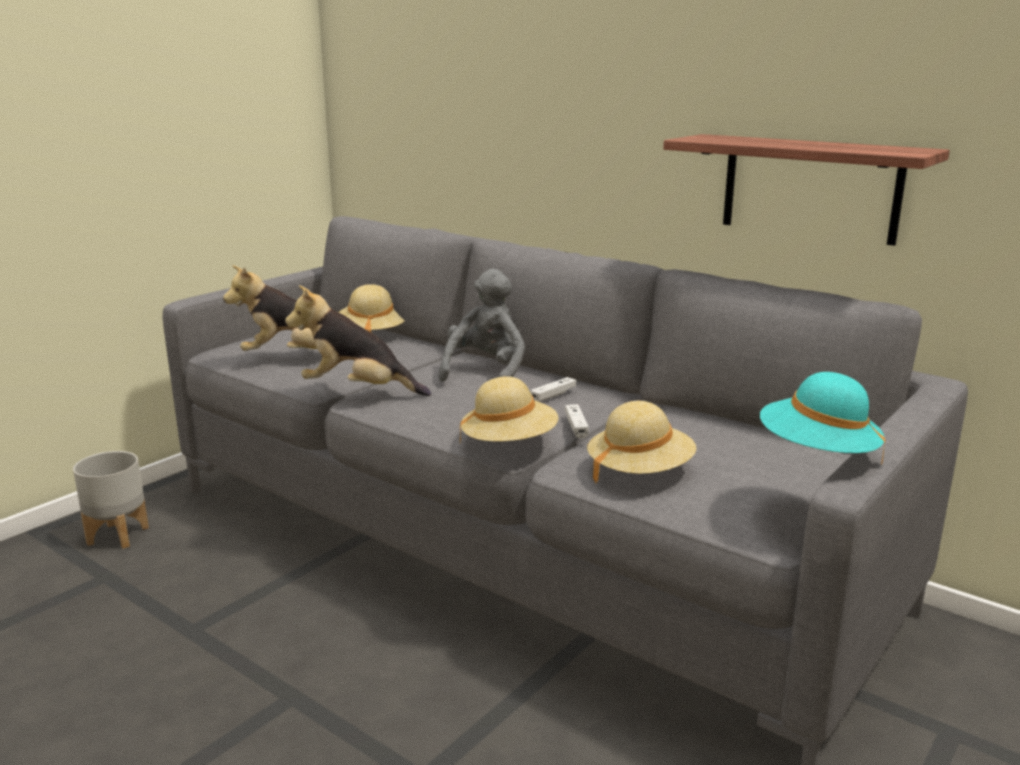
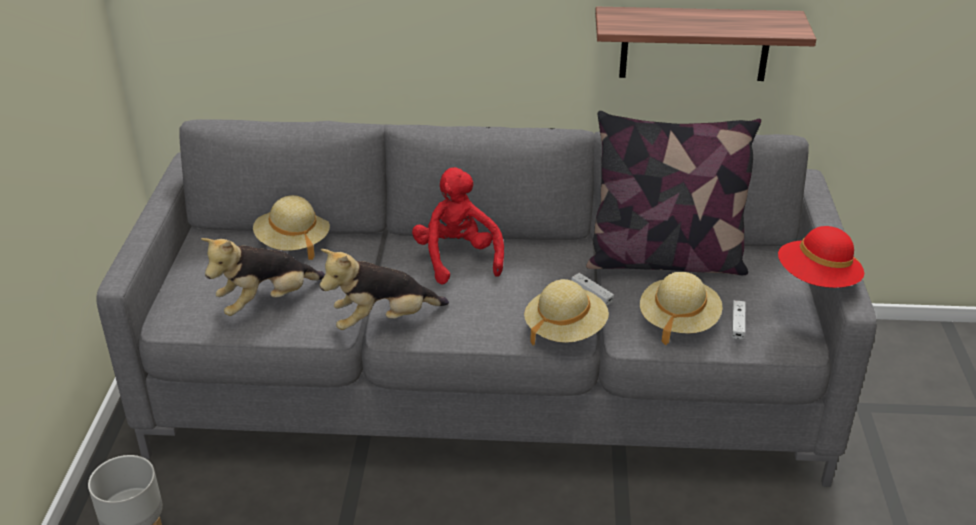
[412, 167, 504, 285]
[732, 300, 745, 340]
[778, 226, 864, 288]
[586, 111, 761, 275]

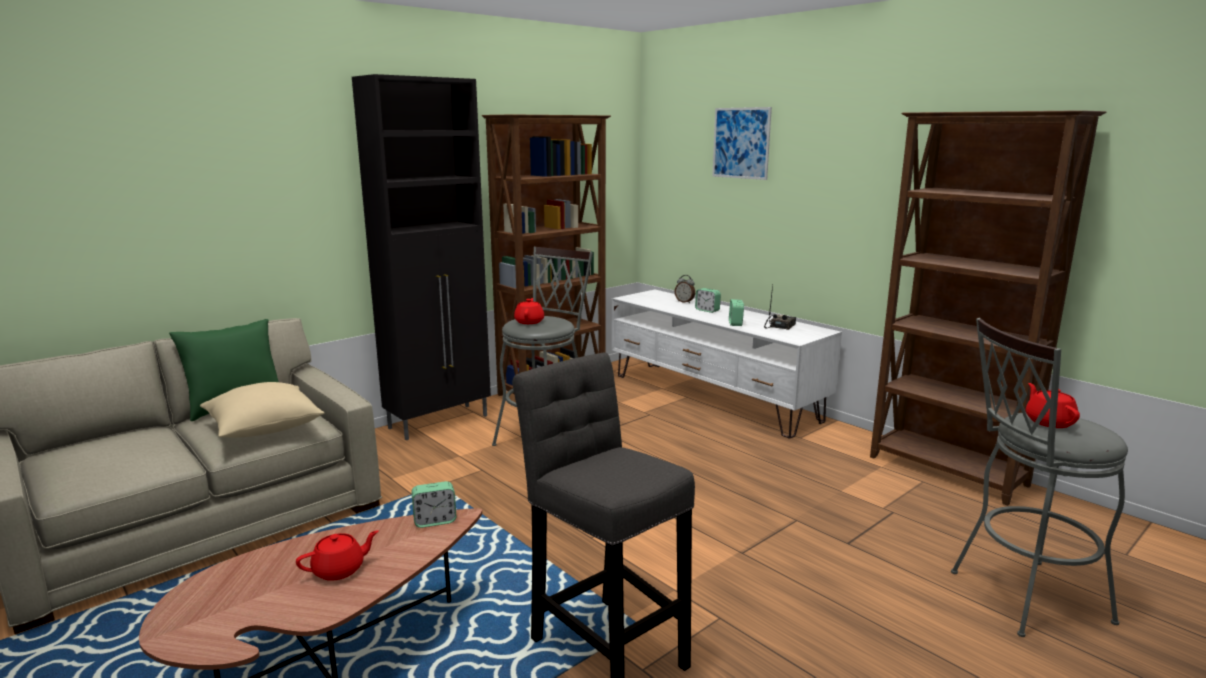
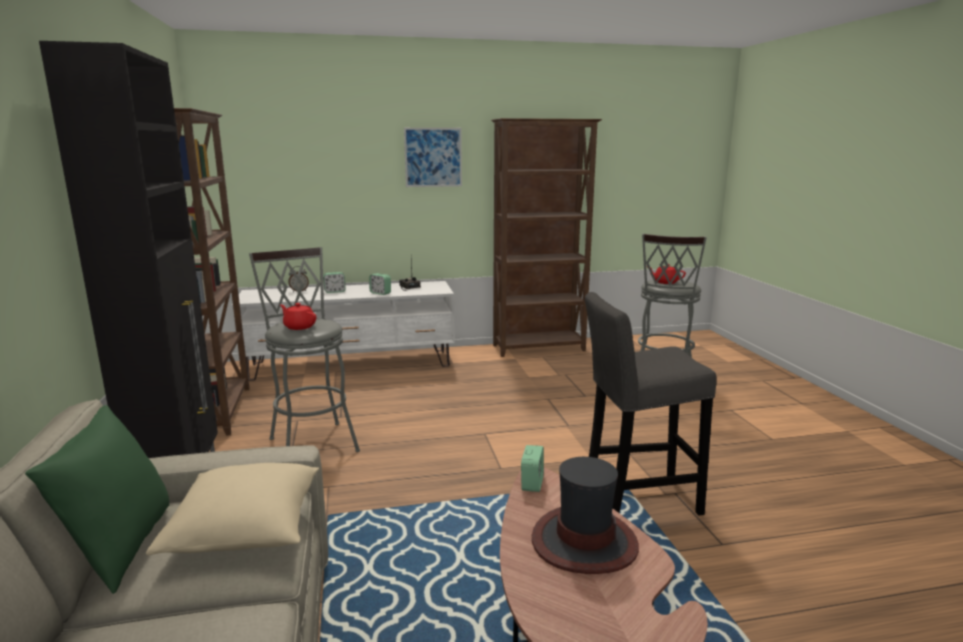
[532, 457, 639, 574]
[404, 128, 462, 187]

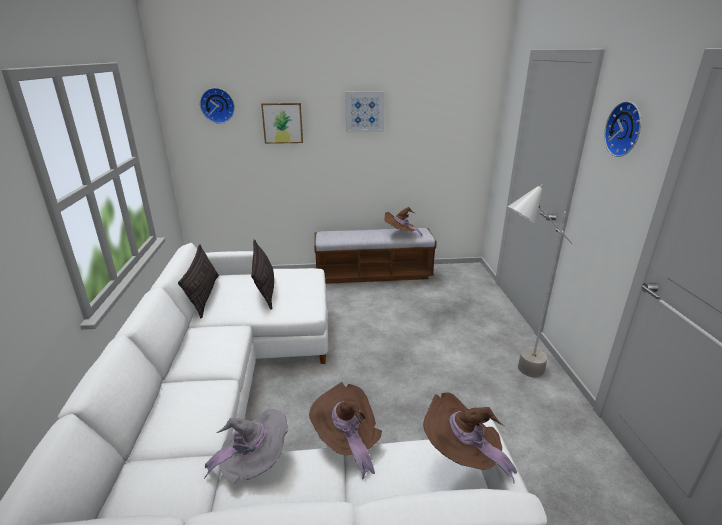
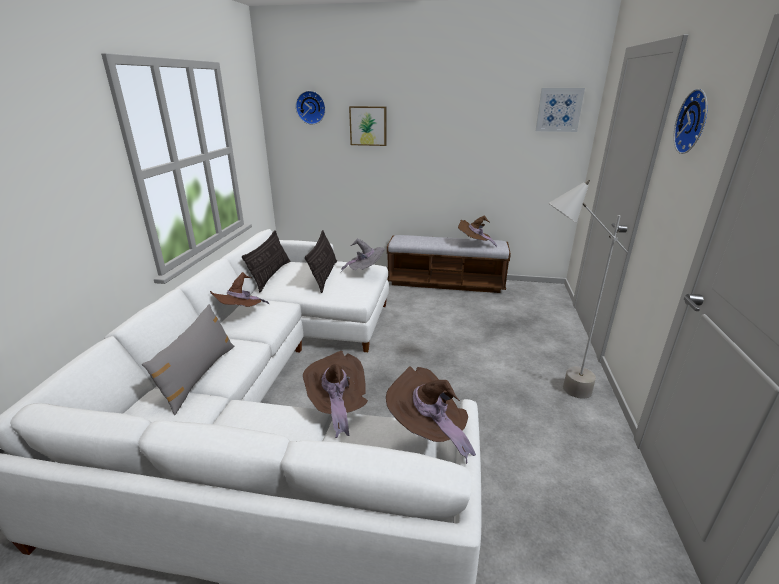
[341, 238, 386, 272]
[536, 88, 585, 132]
[142, 304, 234, 415]
[210, 272, 269, 307]

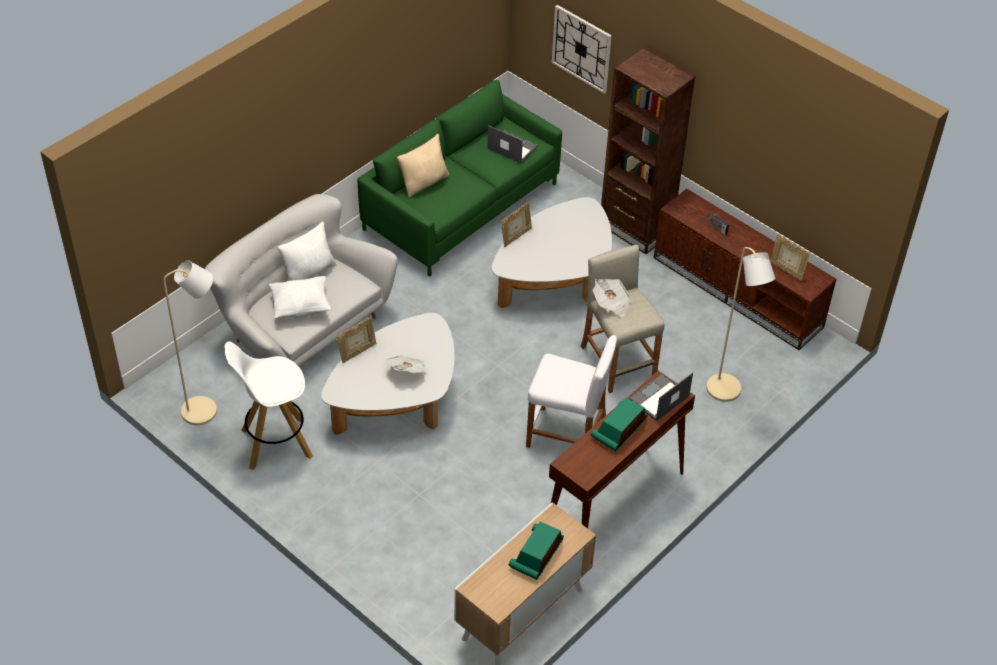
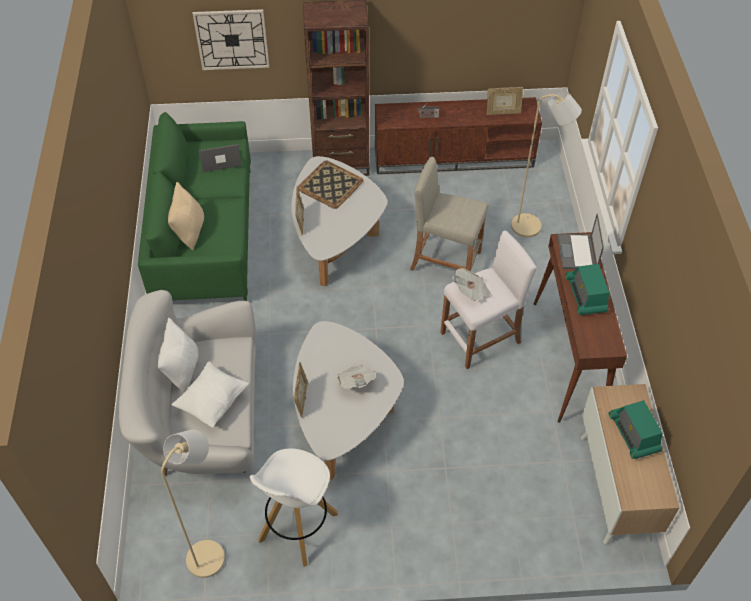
[452, 268, 492, 301]
[298, 161, 364, 209]

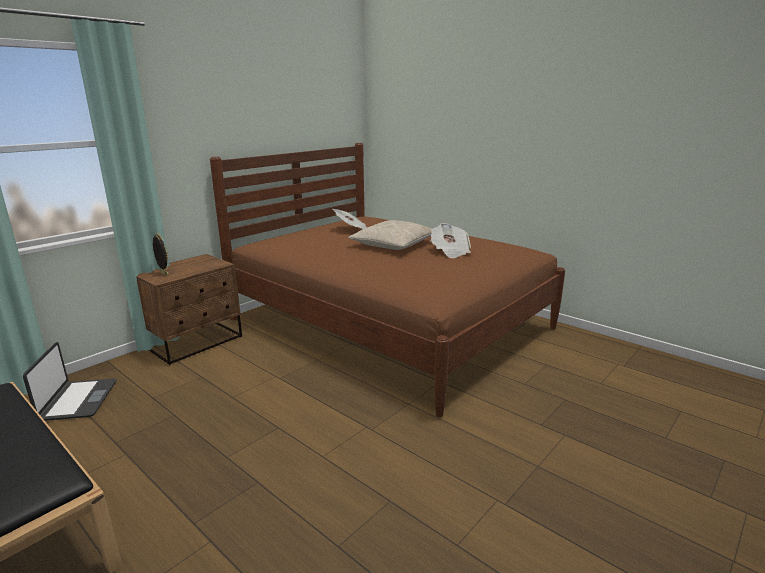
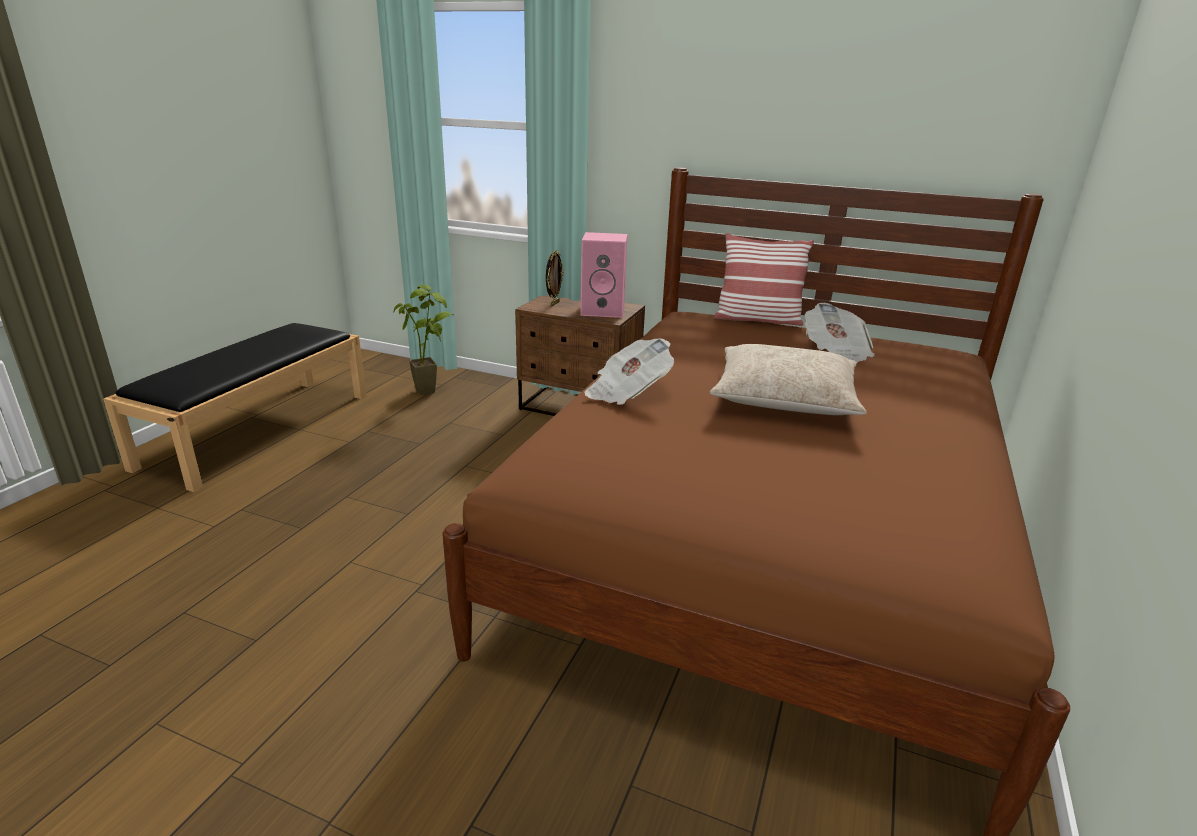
[393, 285, 453, 395]
[585, 338, 674, 405]
[580, 232, 628, 318]
[714, 233, 814, 326]

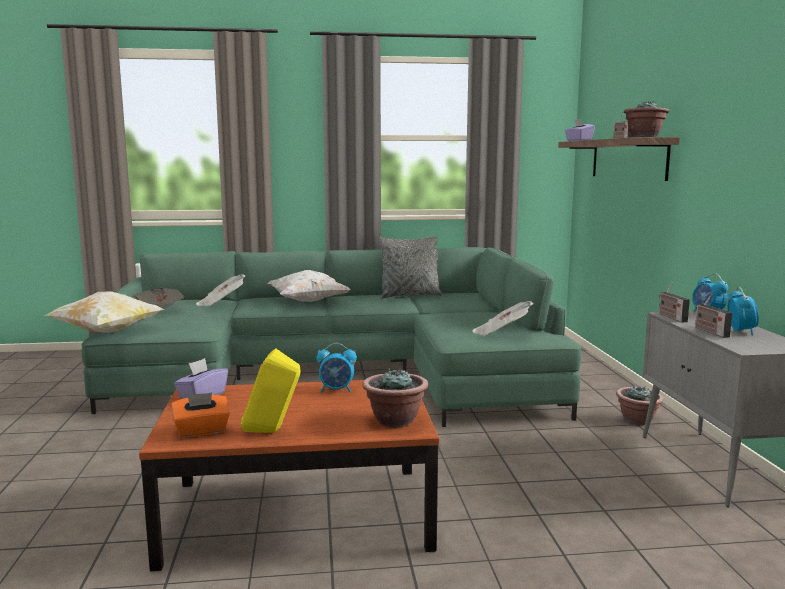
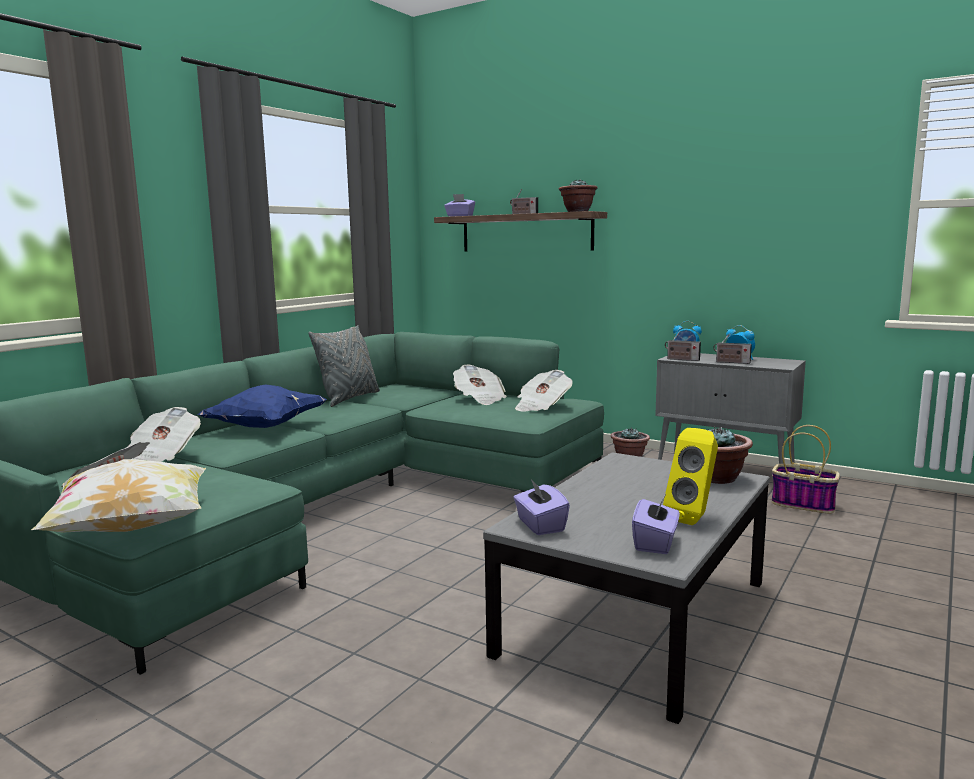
[483, 452, 770, 724]
[632, 493, 680, 554]
[198, 384, 327, 428]
[317, 343, 357, 393] (first image)
[453, 365, 507, 405]
[772, 425, 840, 513]

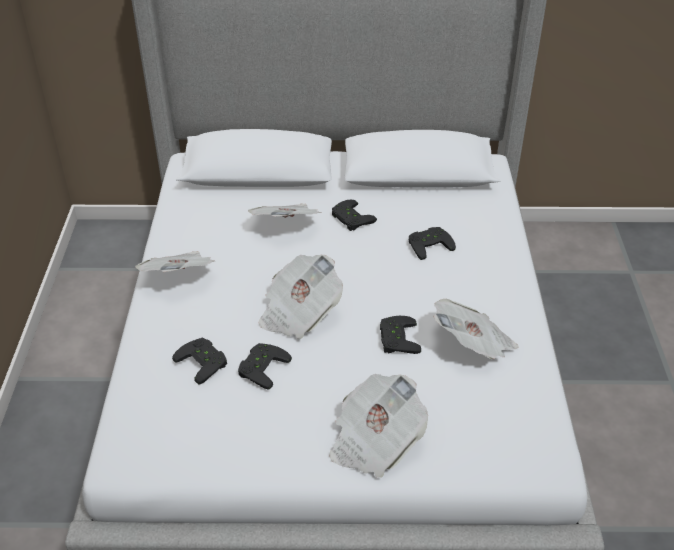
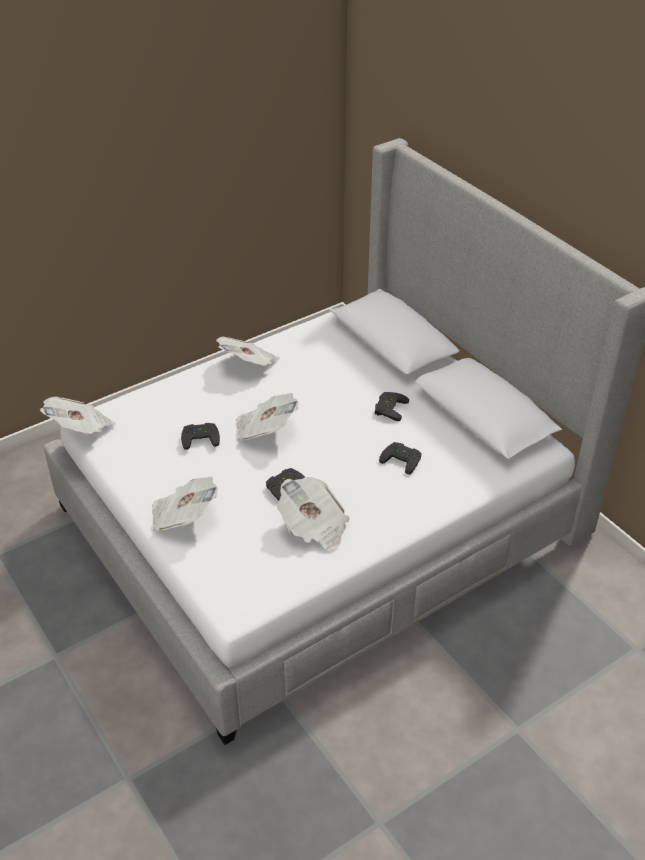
[172, 338, 227, 385] (first image)
[40, 396, 116, 434]

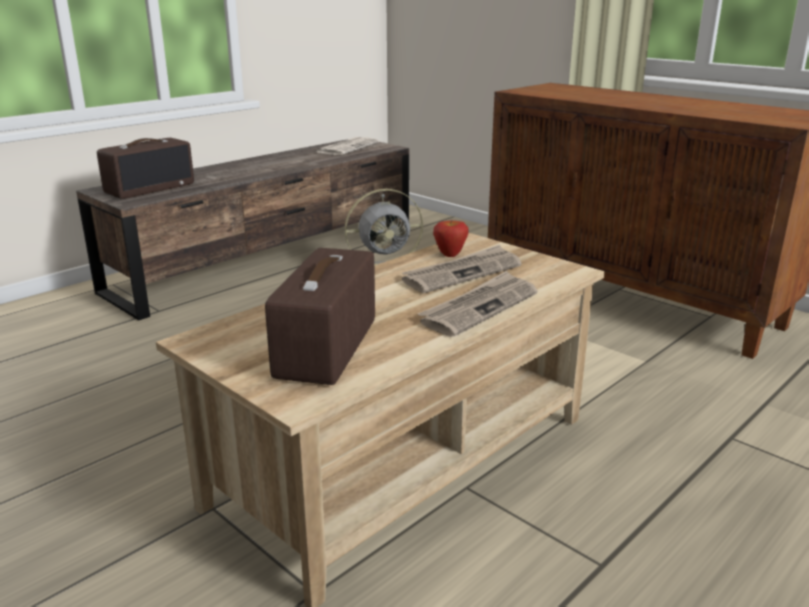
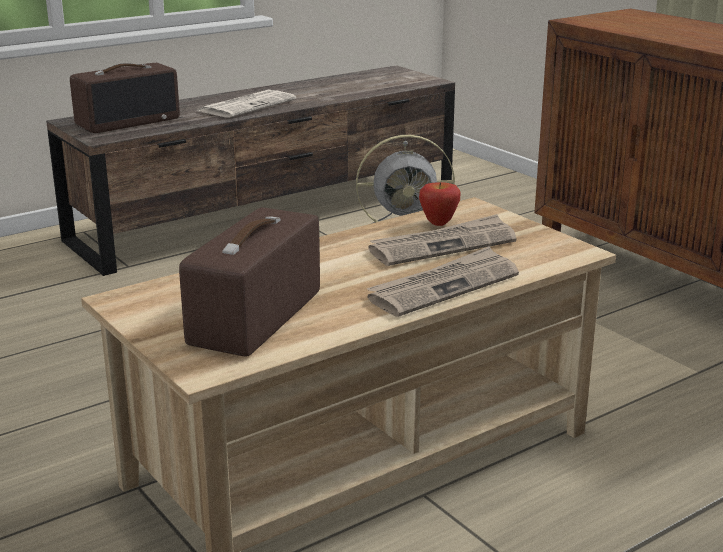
[199, 90, 296, 117]

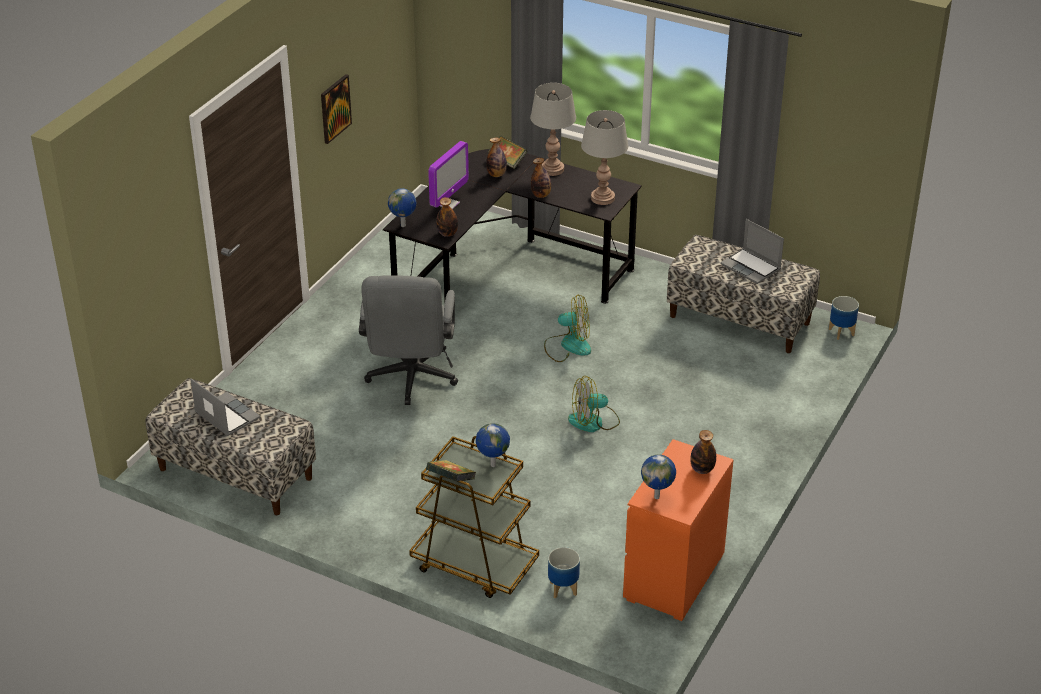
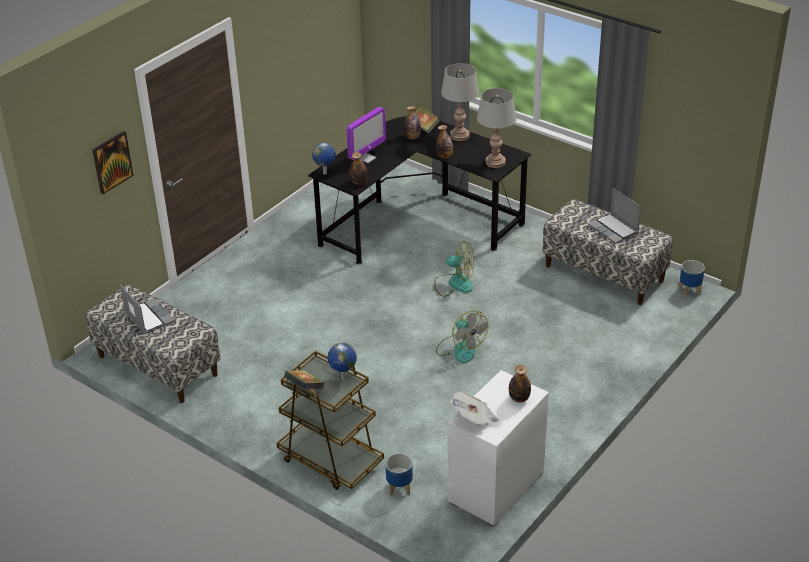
[92, 131, 134, 194]
[359, 275, 458, 405] (first image)
[436, 311, 488, 363]
[448, 370, 549, 527]
[450, 392, 499, 425]

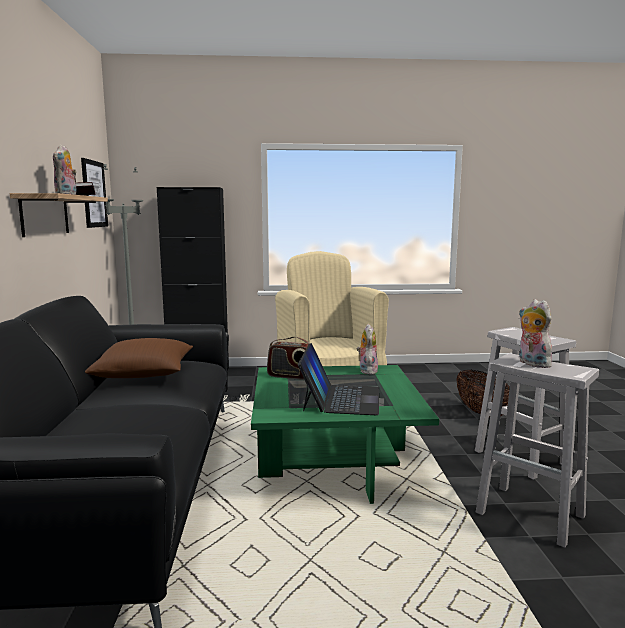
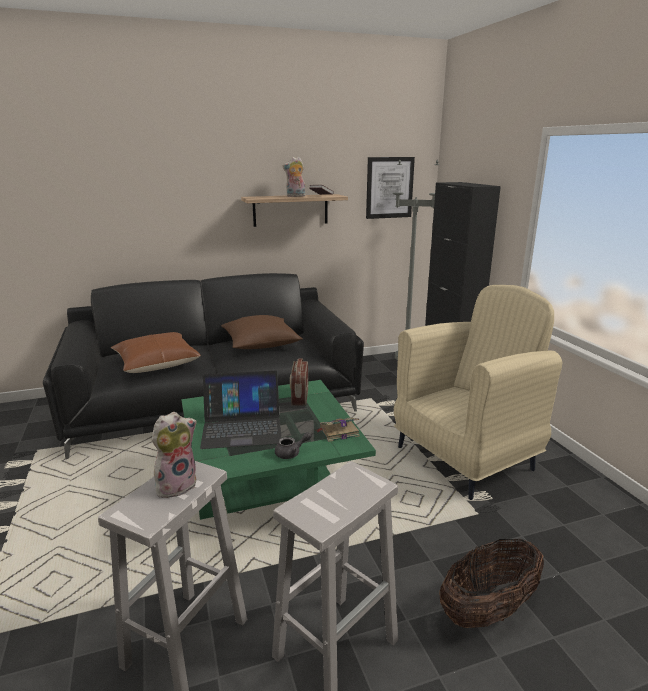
[316, 418, 360, 442]
[111, 332, 201, 373]
[275, 432, 311, 459]

